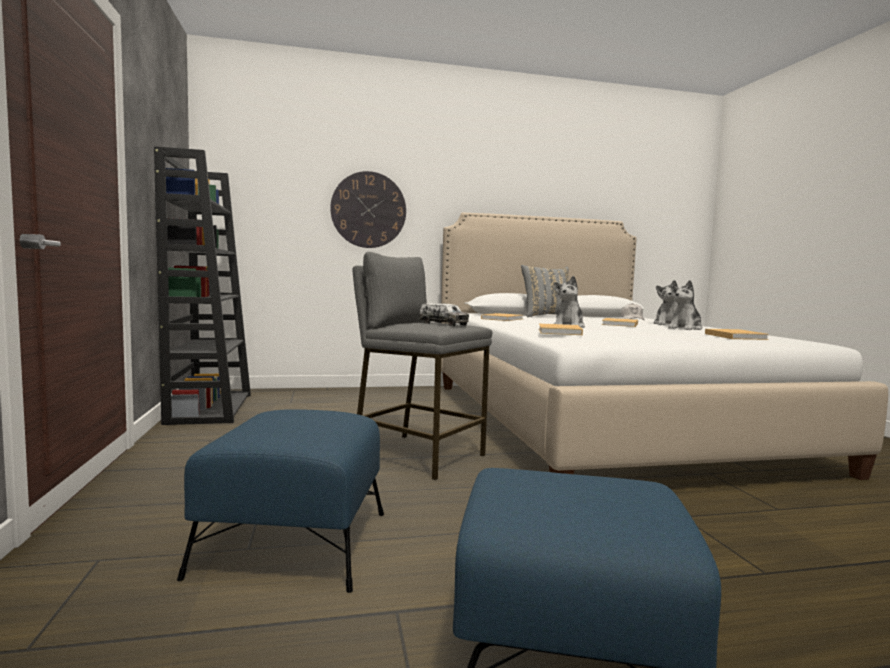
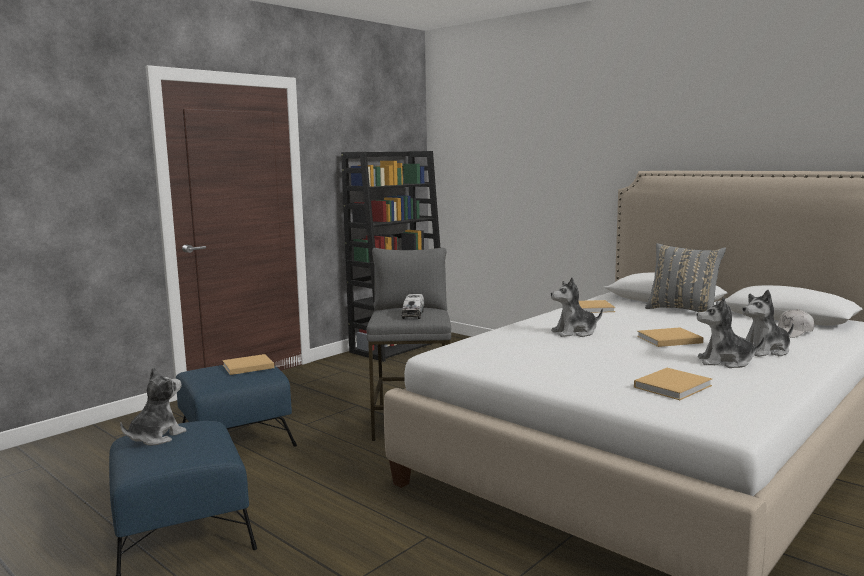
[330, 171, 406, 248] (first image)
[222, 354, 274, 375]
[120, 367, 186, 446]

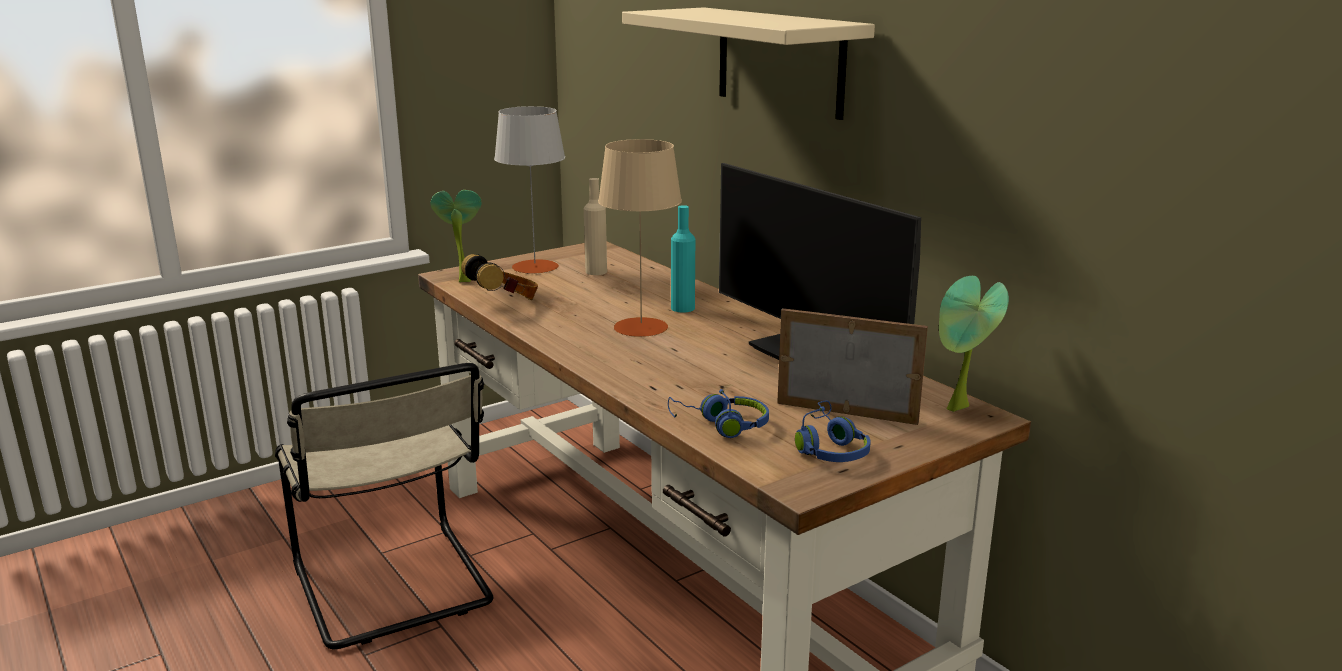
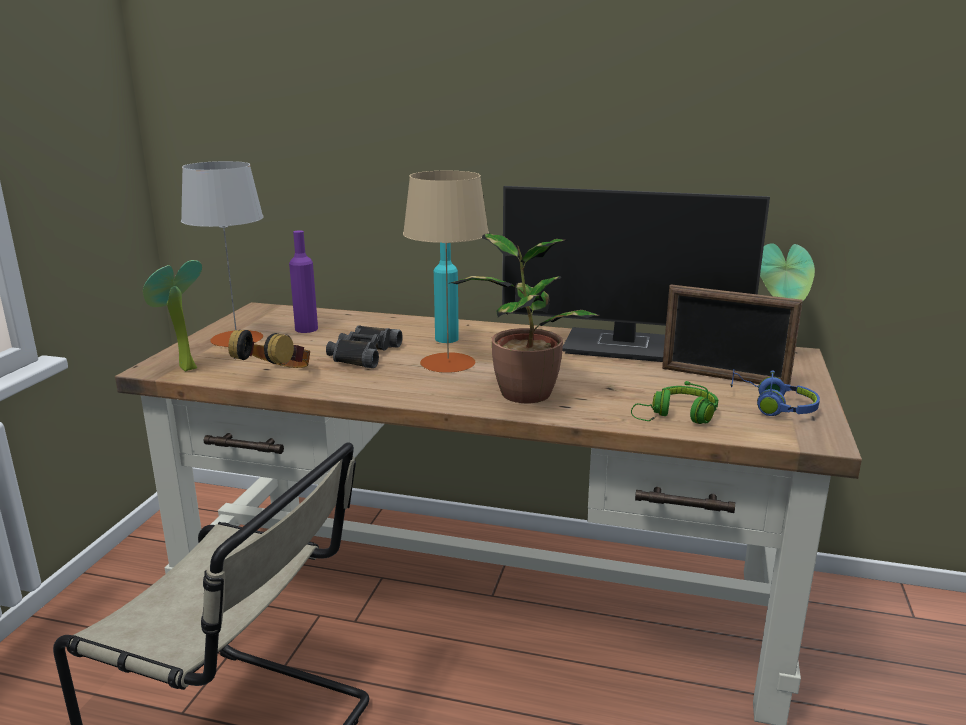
[289, 231, 318, 333]
[622, 7, 875, 120] (first image)
[631, 381, 718, 424]
[662, 284, 803, 385]
[326, 325, 403, 368]
[448, 234, 600, 403]

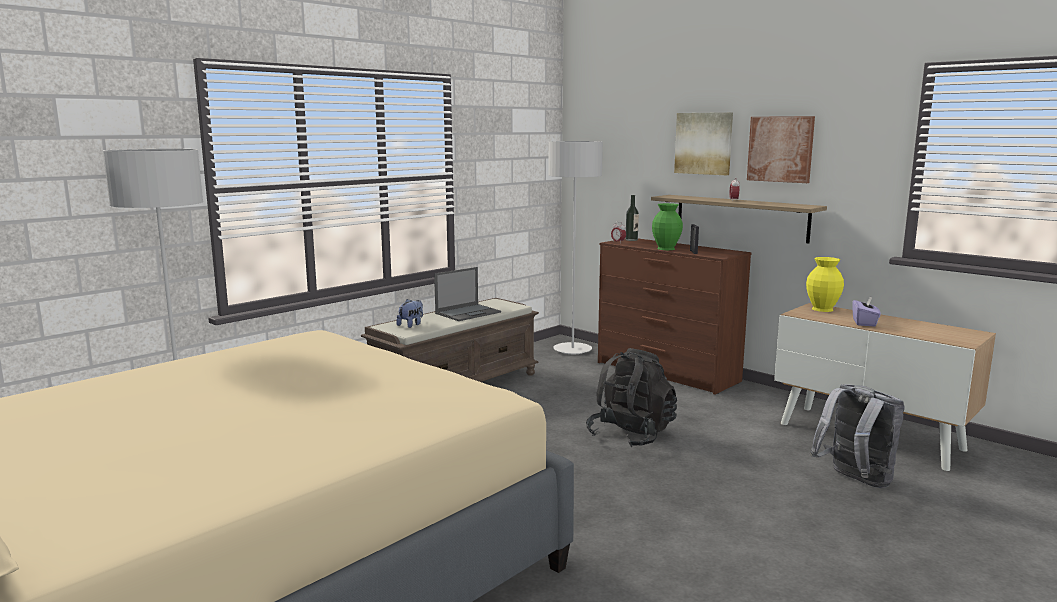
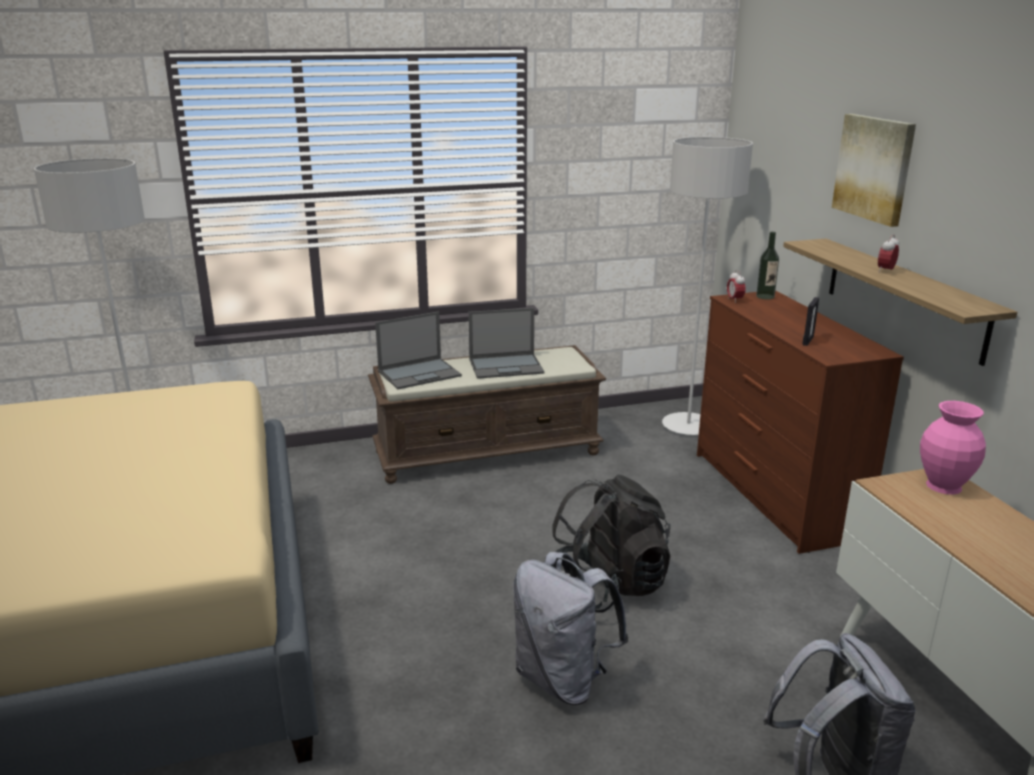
[375, 312, 462, 389]
[652, 203, 683, 250] (first image)
[747, 116, 815, 183] (first image)
[920, 401, 986, 495]
[852, 296, 881, 327] (first image)
[513, 552, 628, 705]

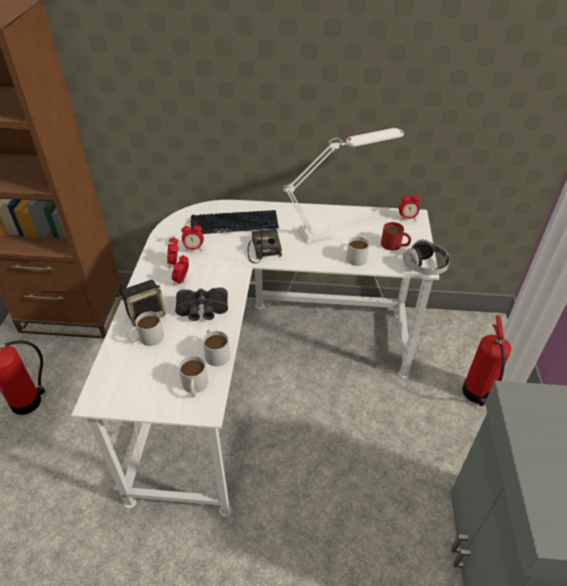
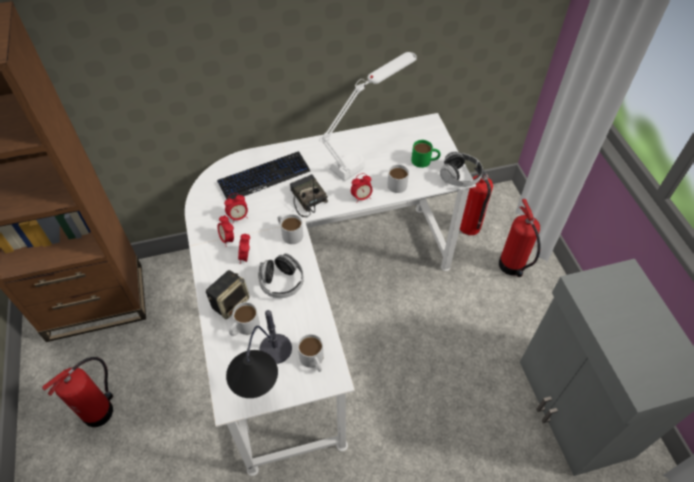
[258, 253, 304, 298]
[277, 214, 303, 244]
[411, 140, 441, 168]
[351, 173, 373, 203]
[226, 310, 292, 398]
[460, 167, 493, 235]

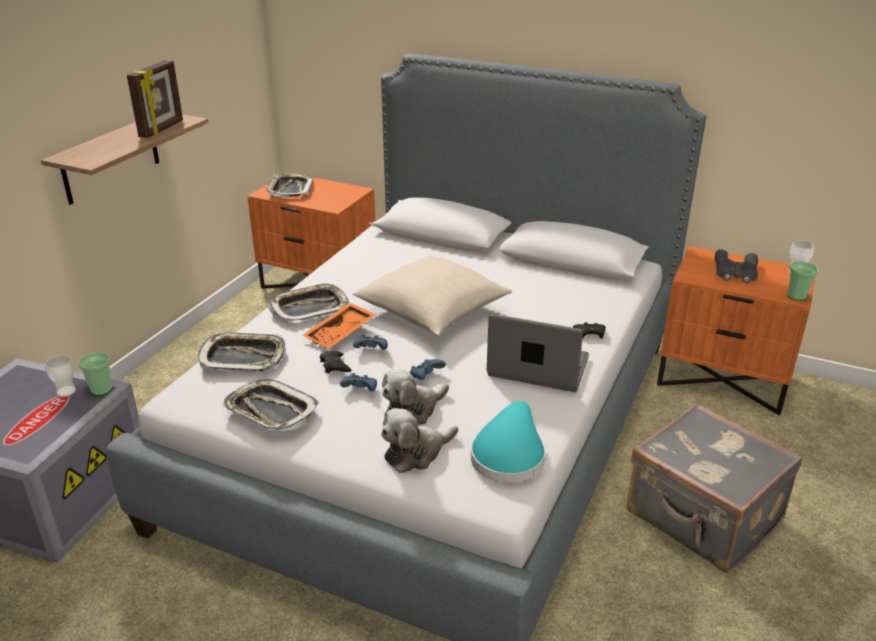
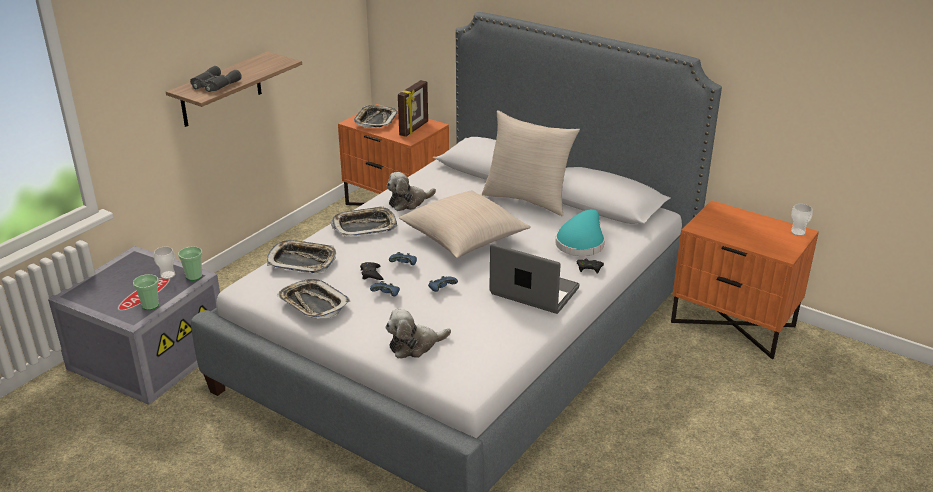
[398, 80, 428, 137]
[302, 303, 376, 348] (first image)
[386, 172, 436, 211]
[556, 209, 605, 256]
[627, 403, 802, 573] (first image)
[190, 66, 242, 92]
[133, 274, 159, 310]
[482, 111, 580, 216]

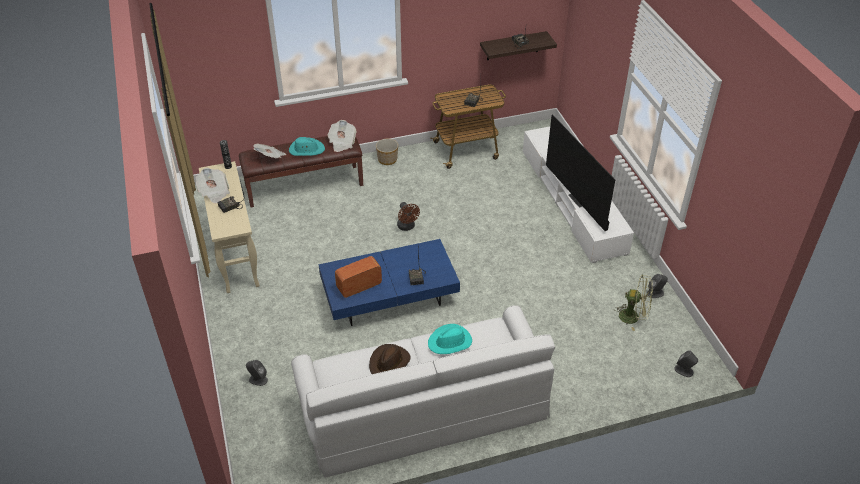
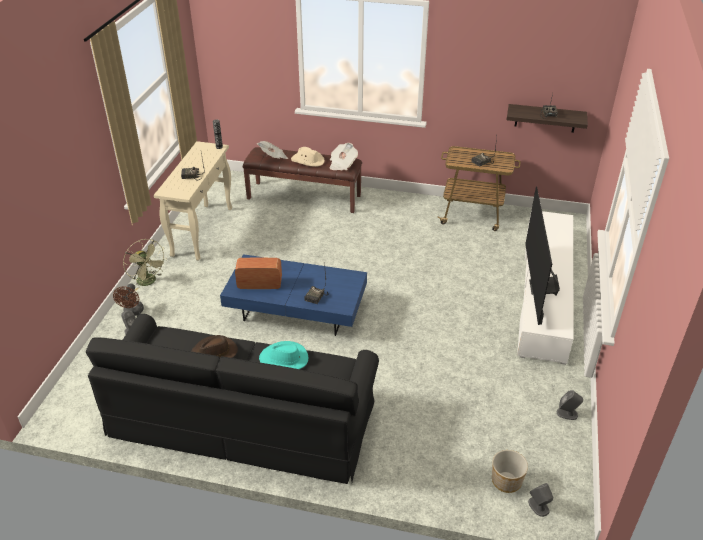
[196, 168, 230, 204] (first image)
[291, 147, 325, 167]
[86, 314, 379, 484]
[492, 450, 528, 493]
[113, 283, 144, 316]
[123, 239, 166, 291]

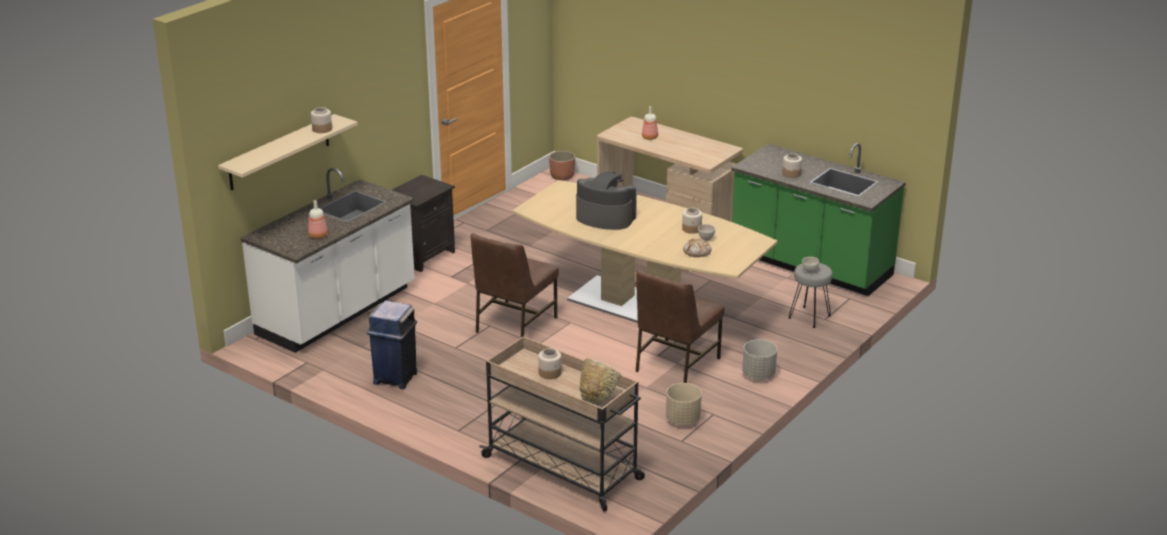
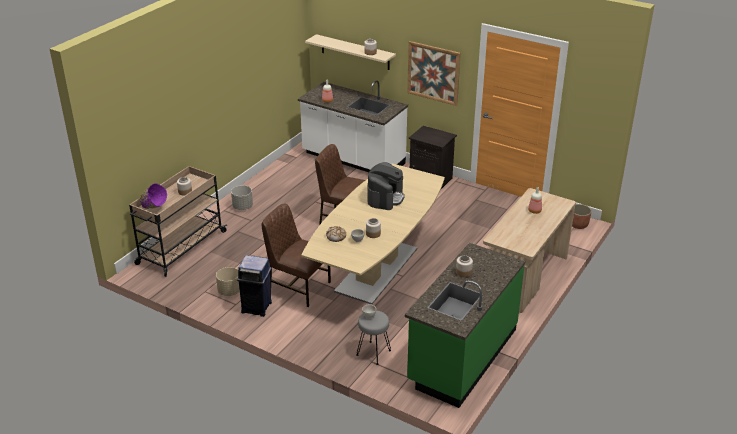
[237, 255, 272, 317]
[140, 183, 167, 209]
[231, 185, 253, 210]
[407, 41, 461, 106]

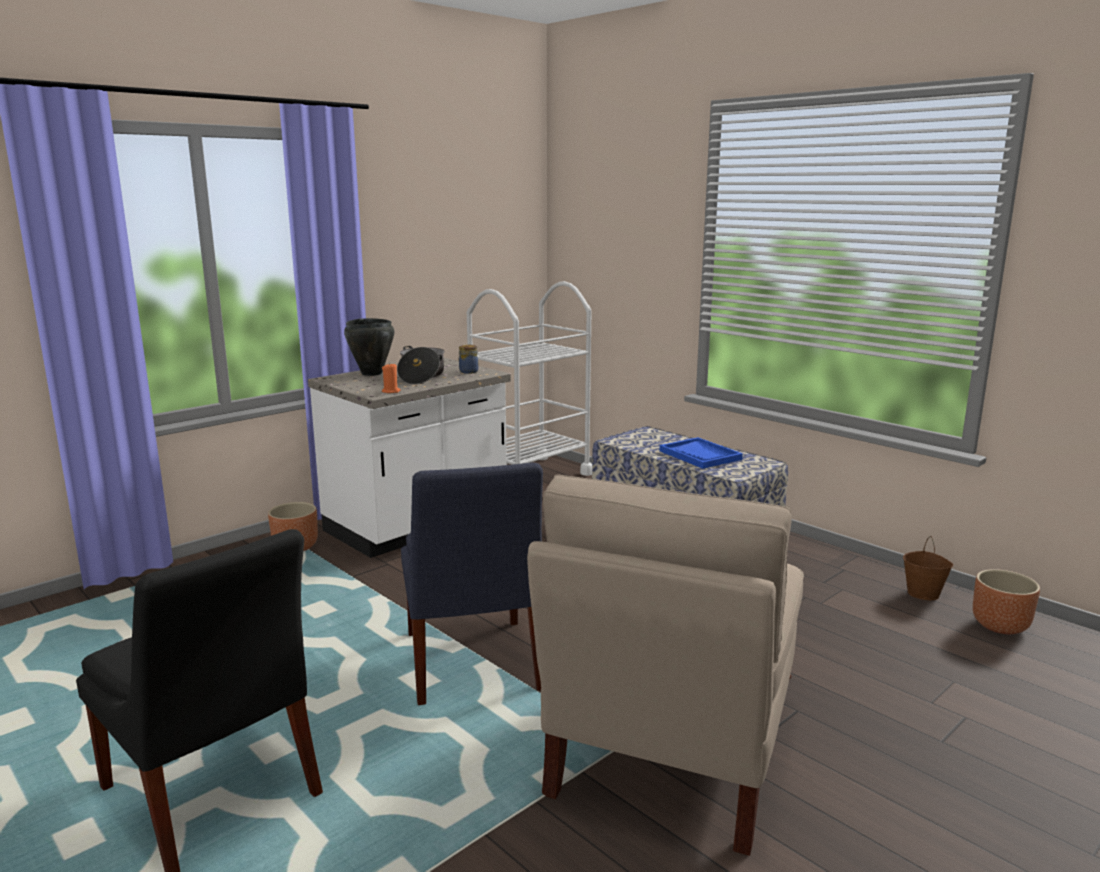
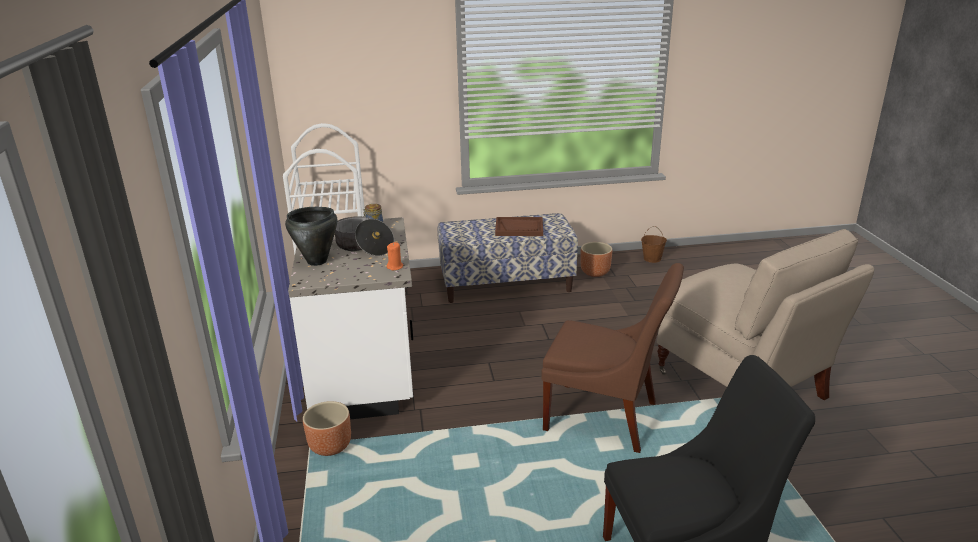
[541, 263, 684, 453]
[495, 217, 543, 236]
[581, 242, 612, 277]

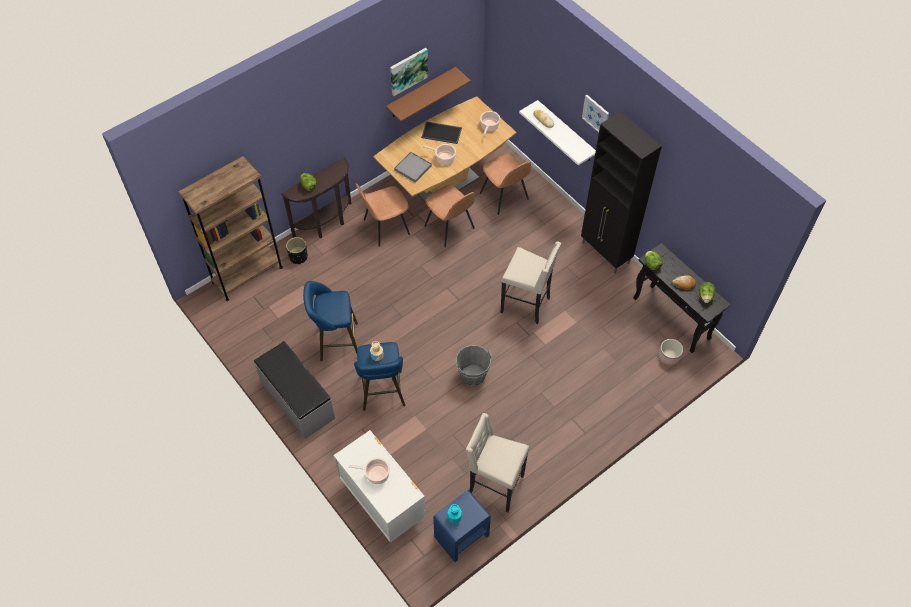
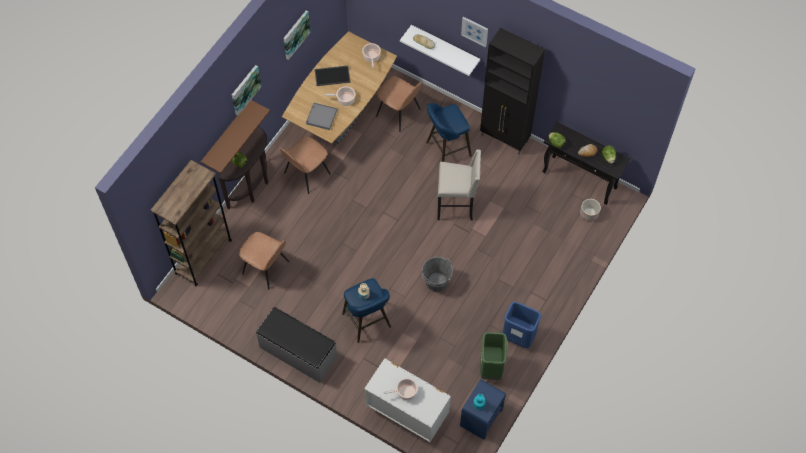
[286, 237, 308, 264] (first image)
[426, 103, 472, 162]
[201, 100, 270, 173]
[239, 232, 290, 289]
[480, 332, 507, 380]
[232, 65, 262, 115]
[503, 302, 541, 348]

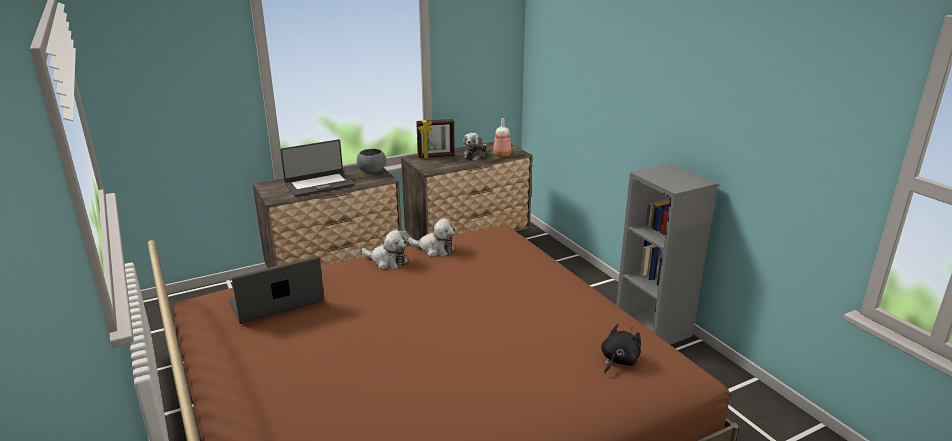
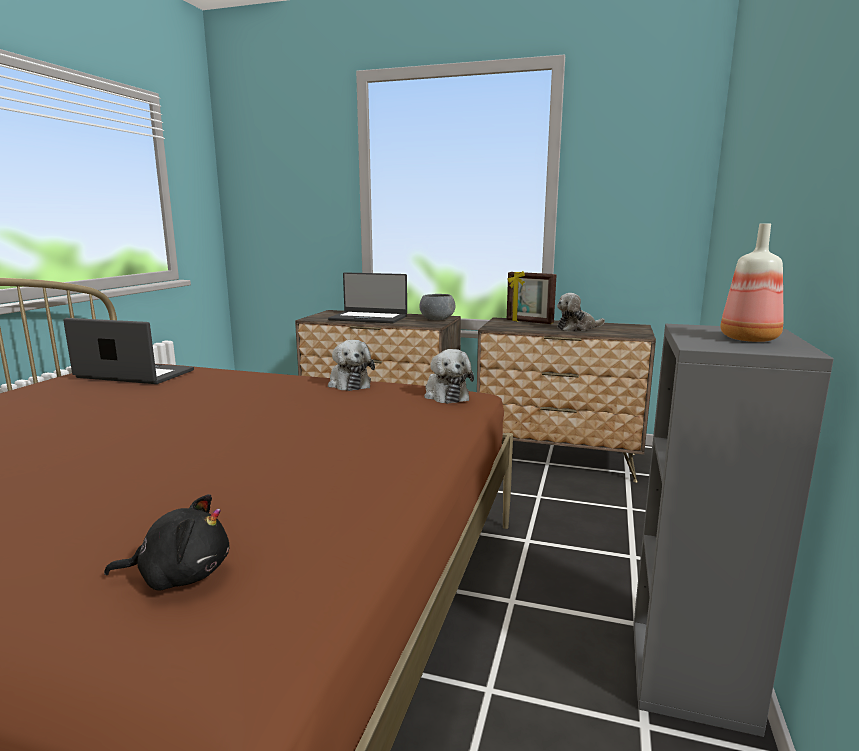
[424, 349, 474, 404]
[721, 223, 784, 342]

